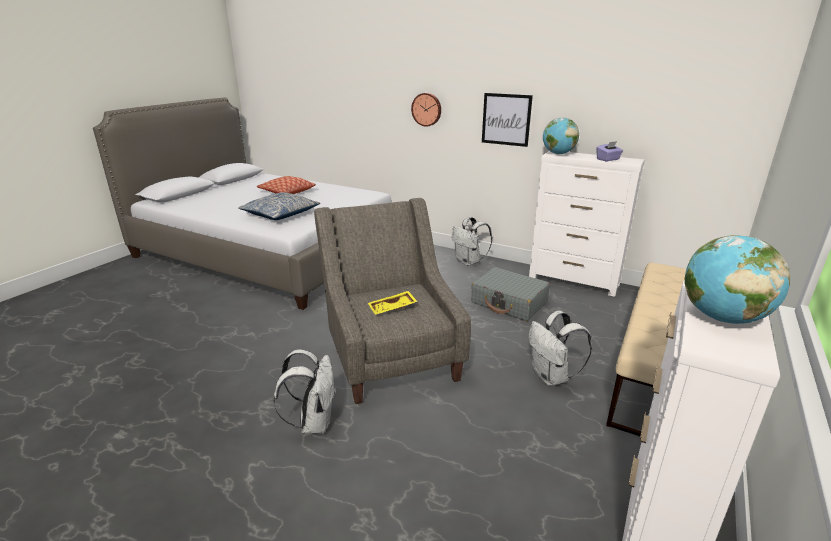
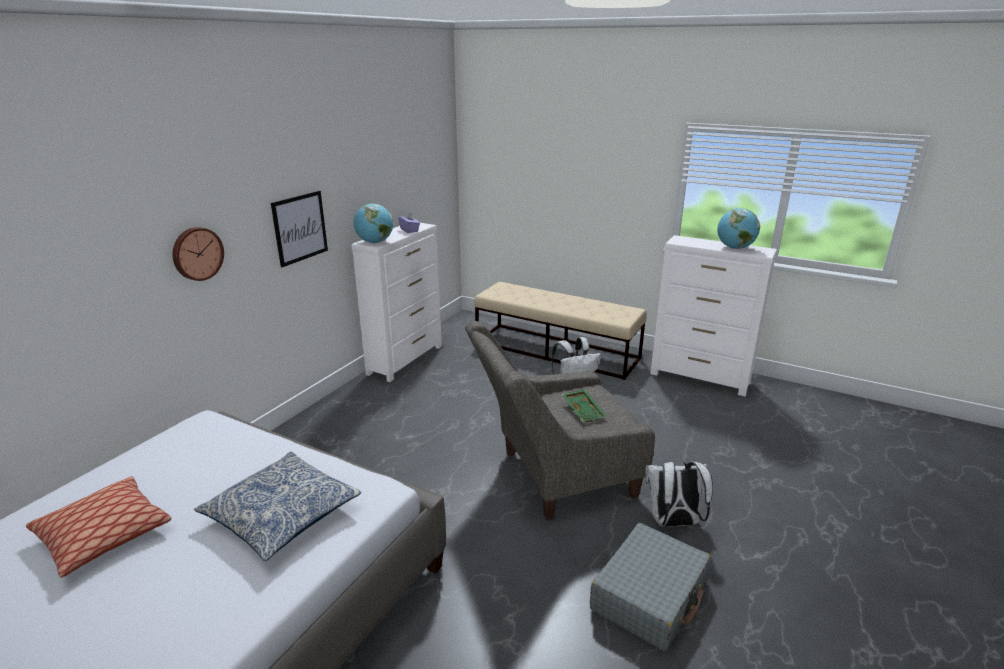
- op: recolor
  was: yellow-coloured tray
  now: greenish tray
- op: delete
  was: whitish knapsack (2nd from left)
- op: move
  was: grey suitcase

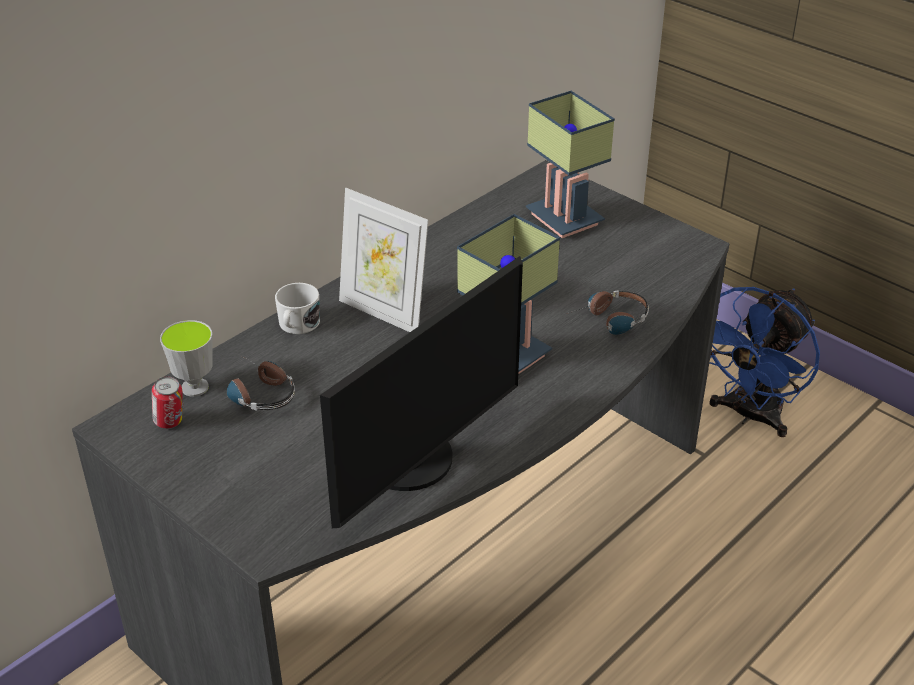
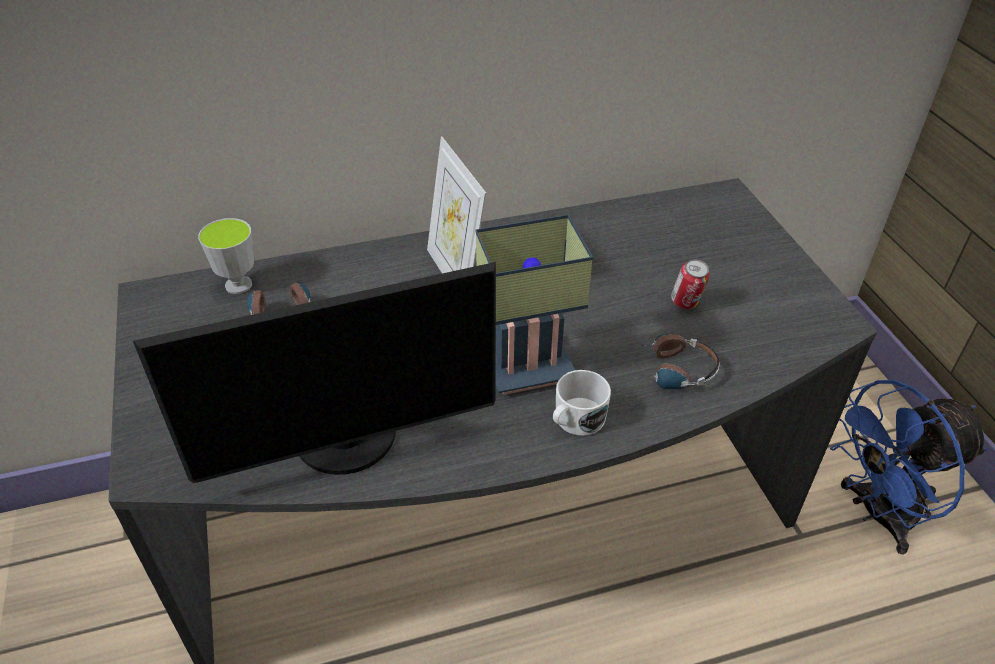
- op: move
  was: can
- op: move
  was: whitish mug
- op: delete
  was: tabletop lamp (2nd from left)

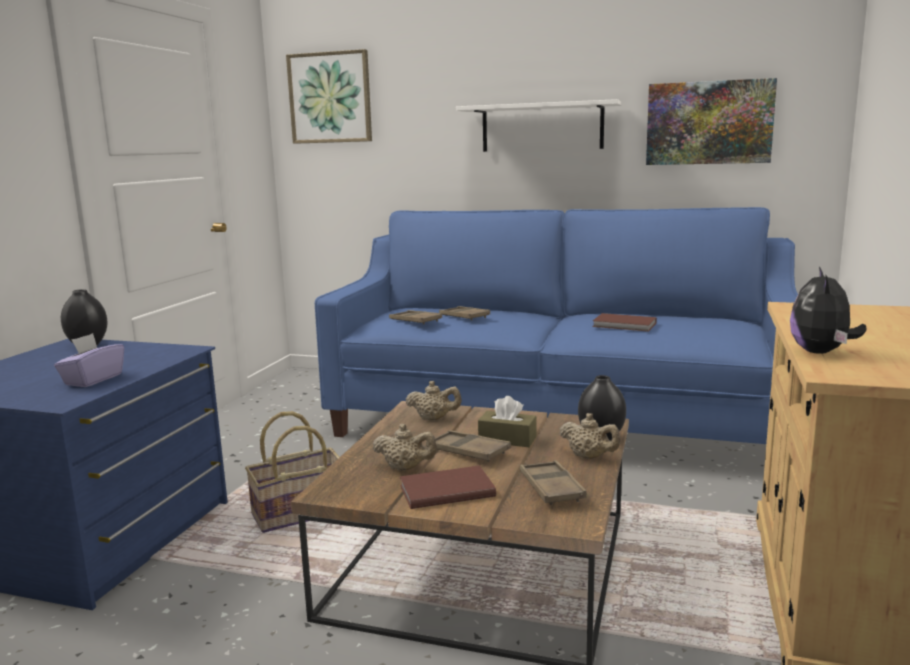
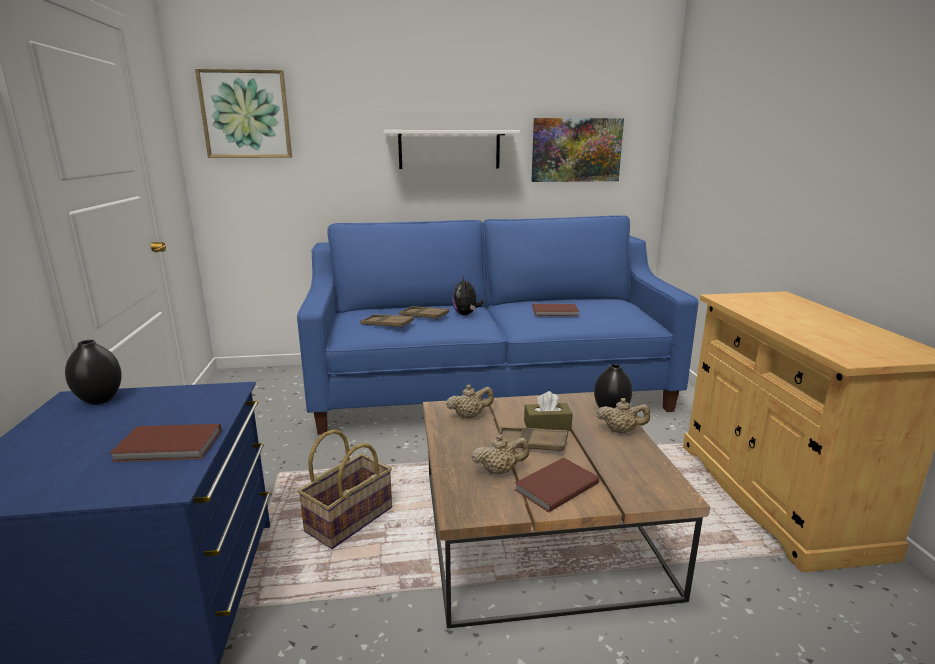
- op: replace
  was: purple-coloured box of tissues
  now: brown book (1st from left)
- op: delete
  was: brown tray (4th from left)
- op: move
  was: soft toy

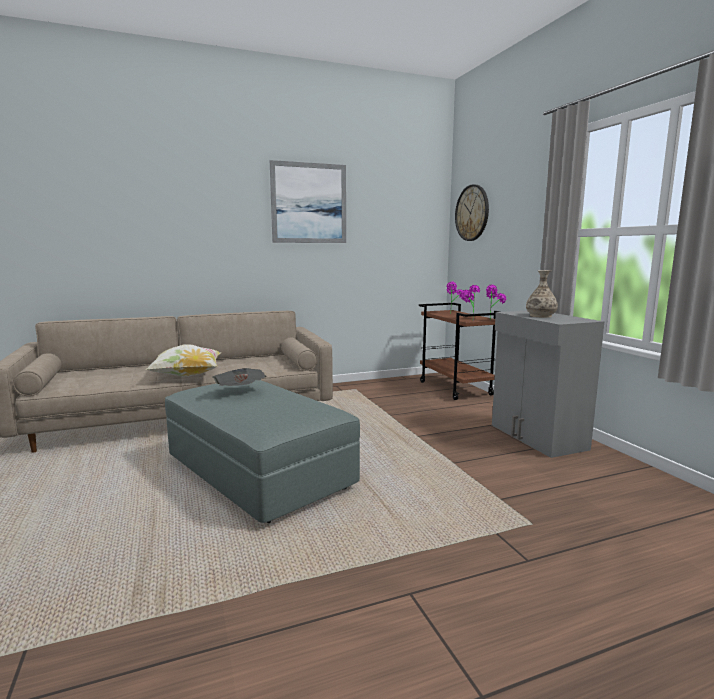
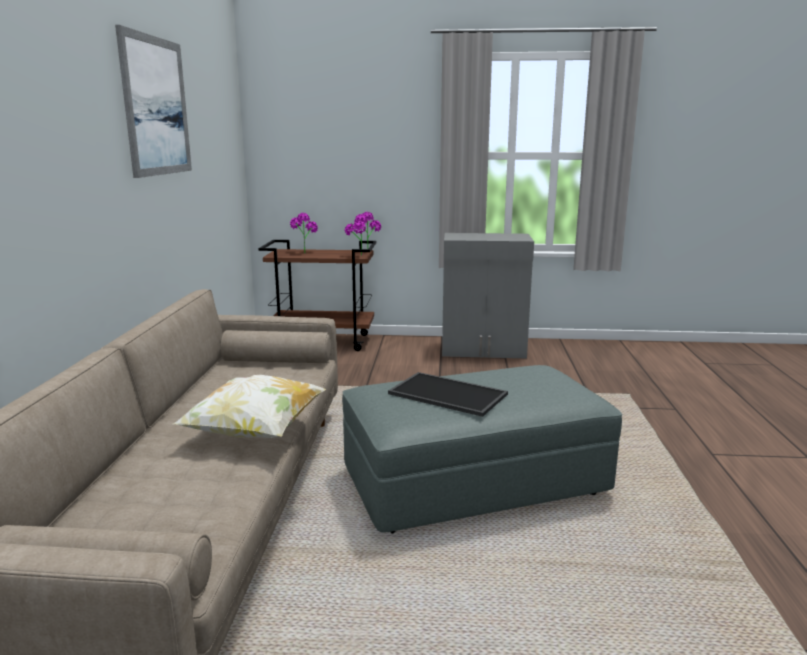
- op: replace
  was: daily paper
  now: tray
- op: delete
  was: clock on the wall
- op: delete
  was: vase

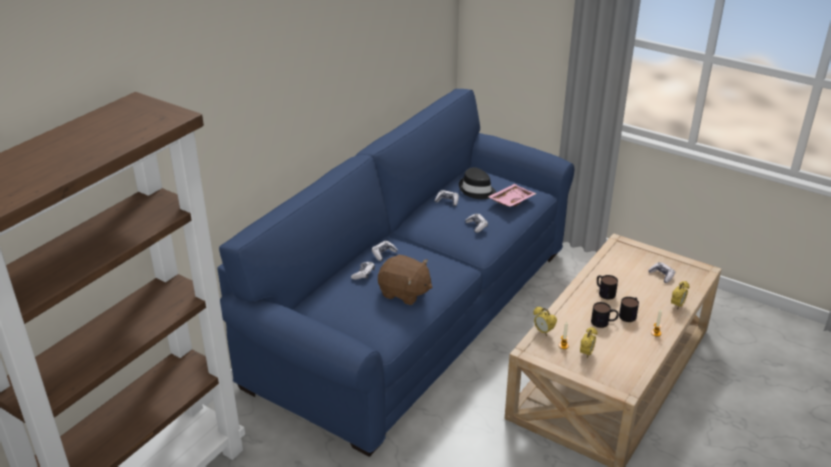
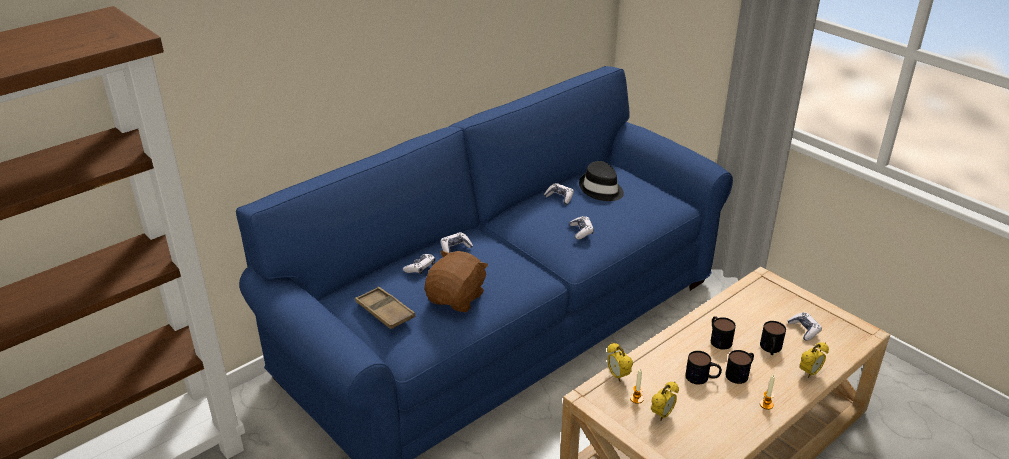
- op: rotate
  was: brown soft toy
  clockwise: -105
- op: delete
  was: pink-coloured tray
- op: insert
  now: brown tray
- op: insert
  now: mug (4th from left)

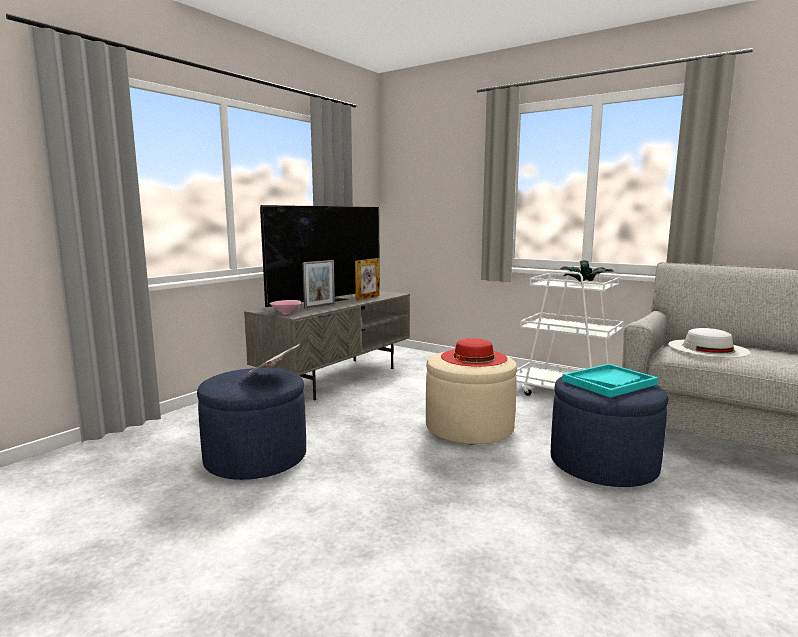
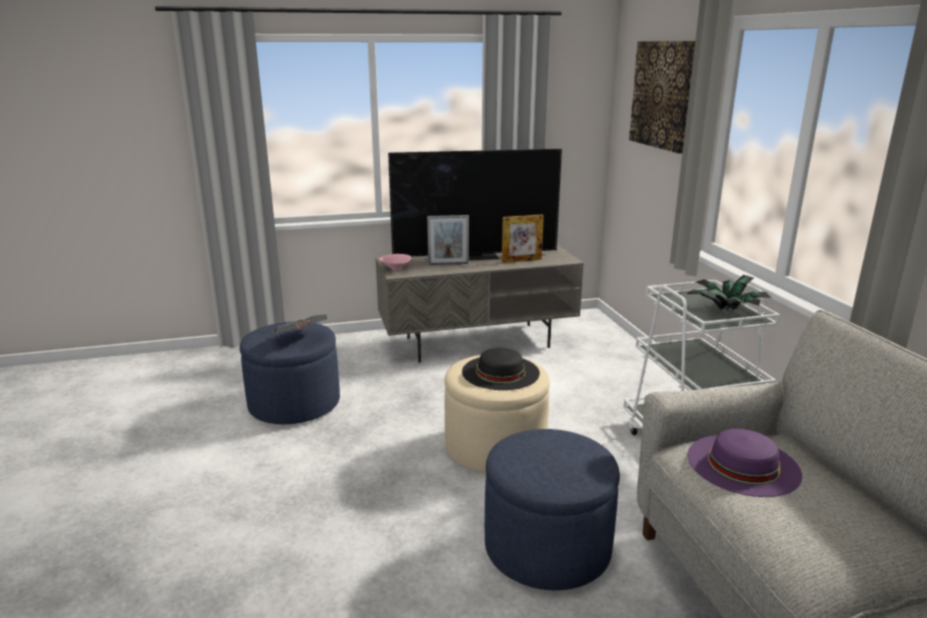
- op: recolor
  was: red-coloured clothing hat
  now: black-coloured clothing hat
- op: delete
  was: blue-green tray
- op: recolor
  was: whitish clothing hat
  now: purple-coloured clothing hat
- op: insert
  now: wall art

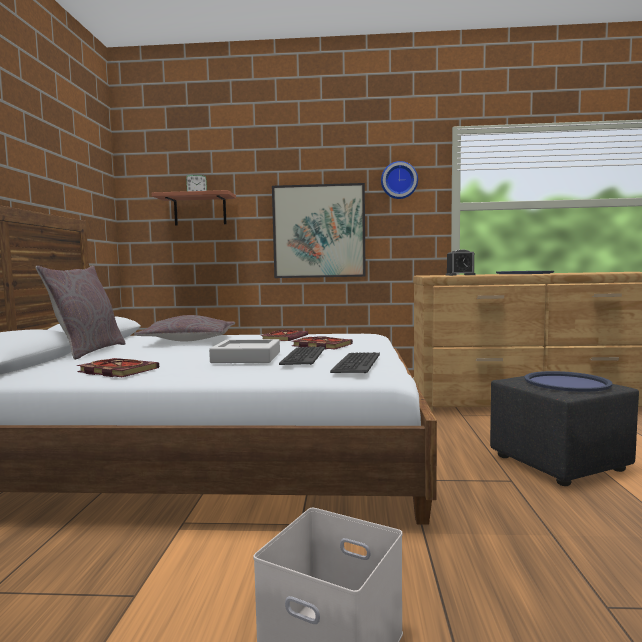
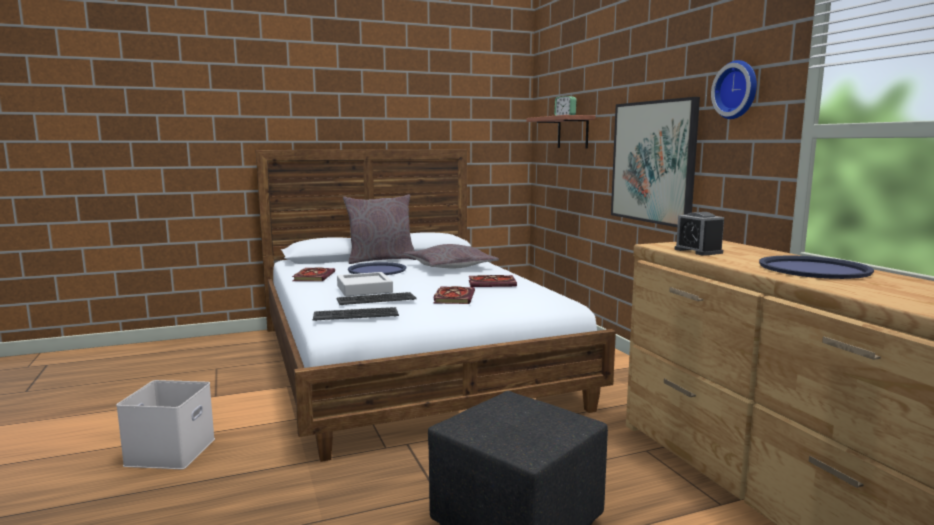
- op: move
  was: blue tray (2nd from left in the first image)
  now: blue tray (1st from left)

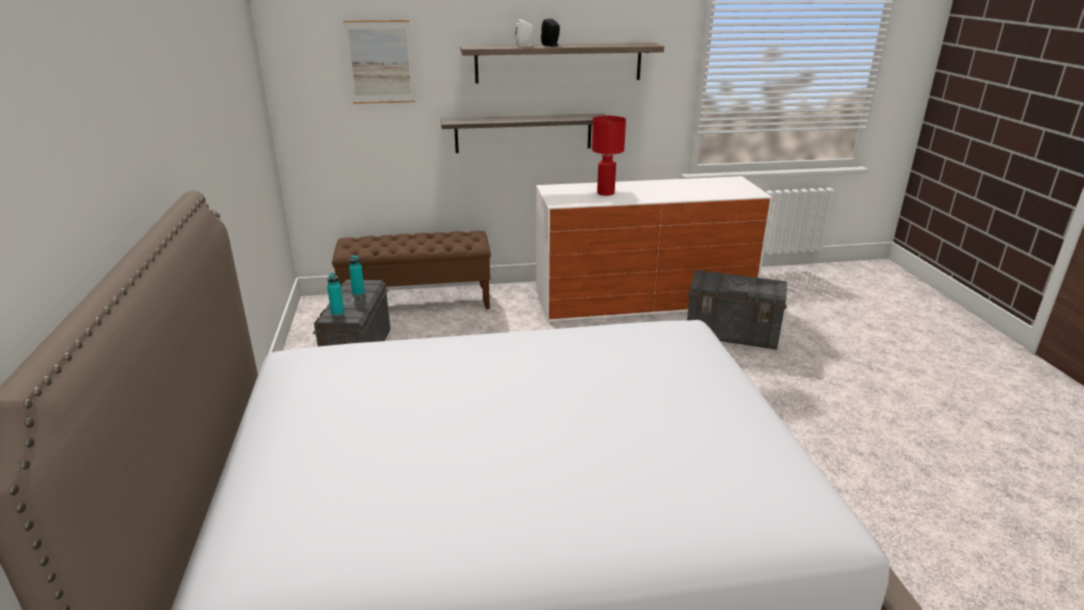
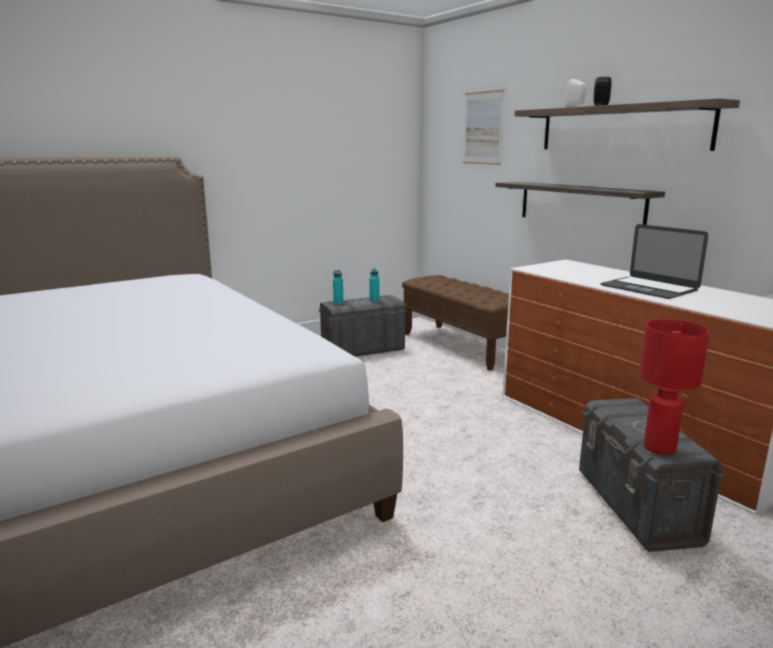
- op: move
  was: red-coloured tabletop lamp
- op: insert
  now: notebook computer

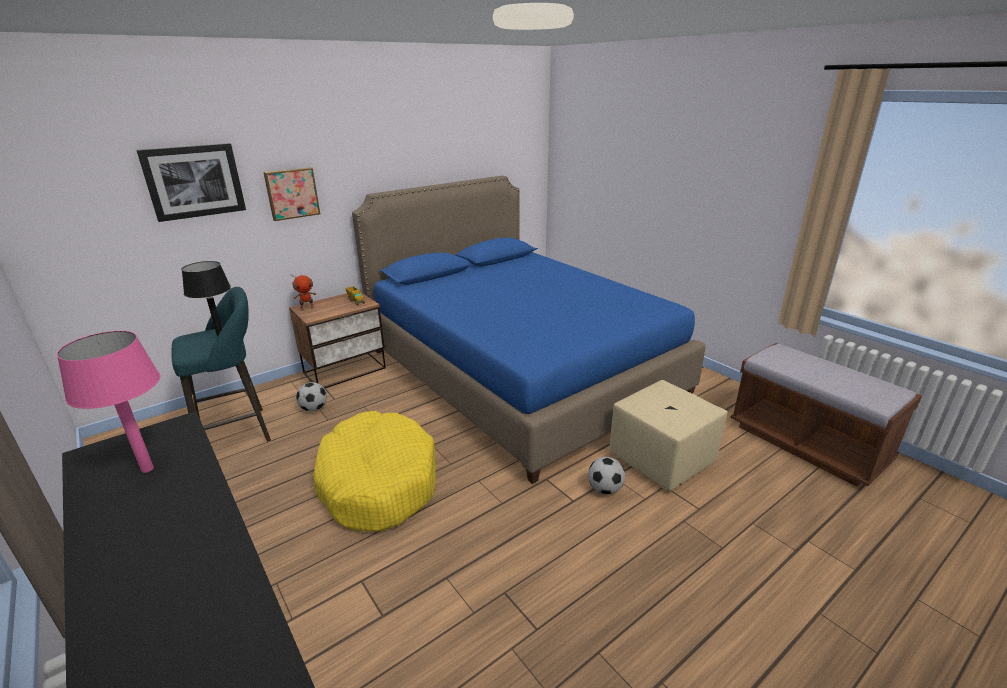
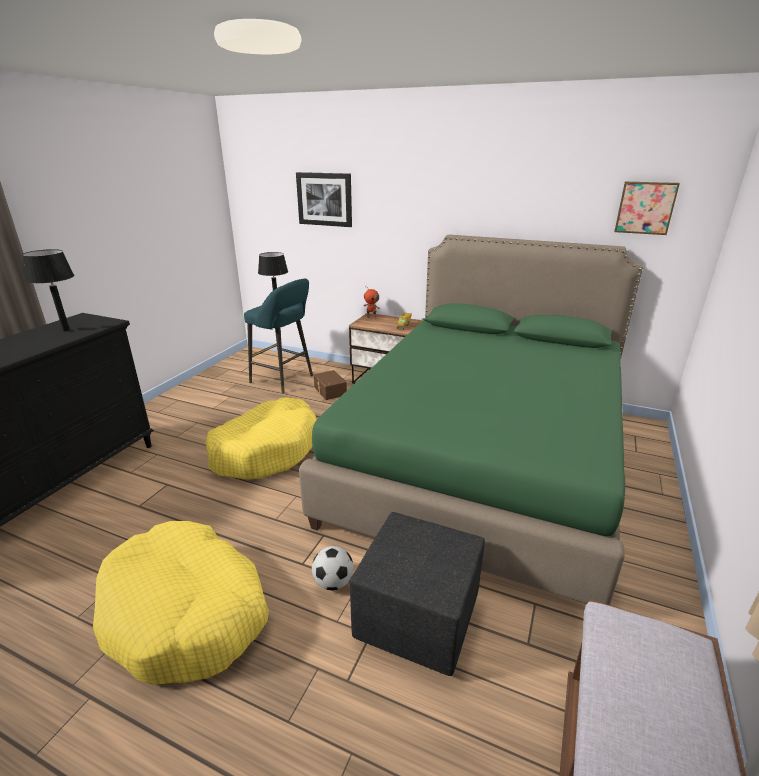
- op: recolor
  was: pink-coloured tabletop lamp
  now: black-coloured tabletop lamp (1st from left)
- op: move
  was: wall art (2nd from left)
- op: replace
  was: football ball (1st from left)
  now: brown storage box
- op: recolor
  was: blue bedroom bed
  now: greenish bedroom bed
- op: recolor
  was: beige ottoman
  now: black-coloured ottoman
- op: insert
  now: yellow-coloured dog bed (1st from left)

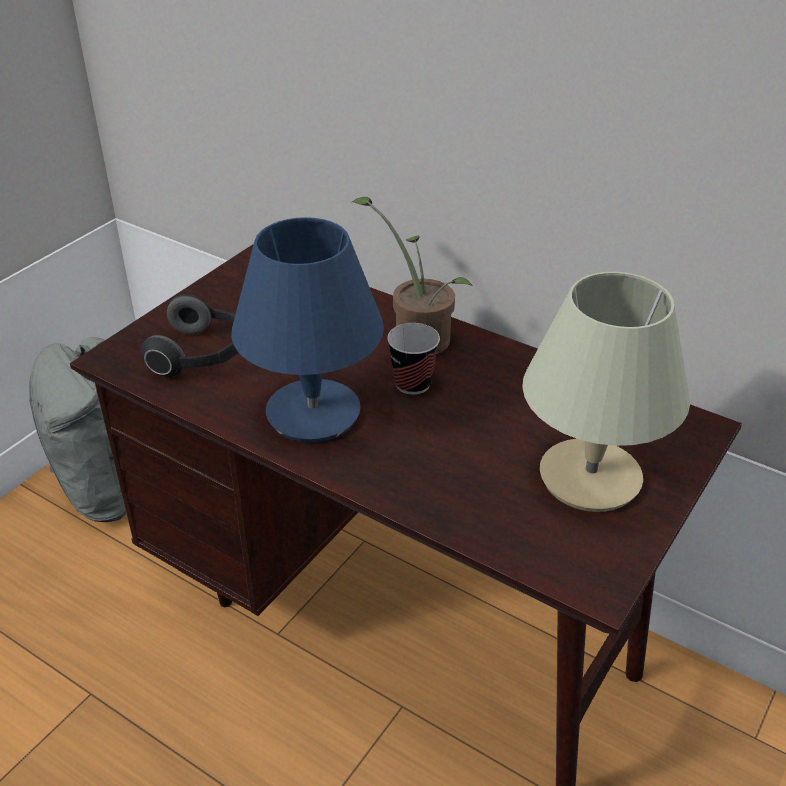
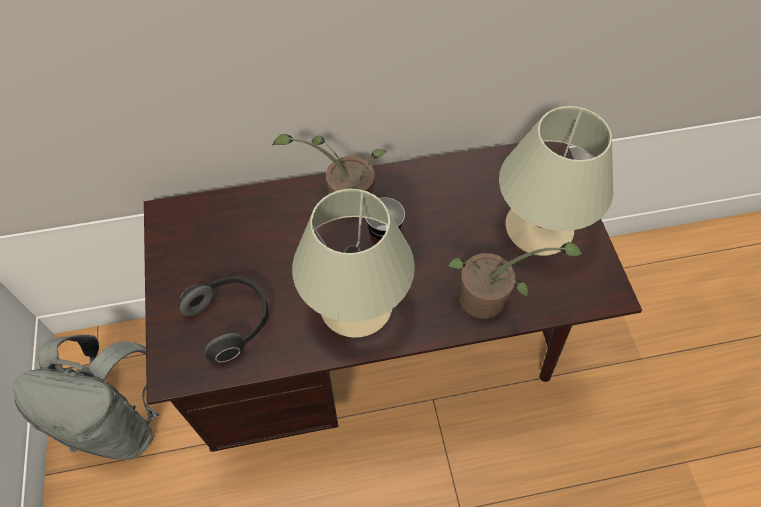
- op: recolor
  was: blue tabletop lamp
  now: beige tabletop lamp (1st from left)
- op: insert
  now: houseplant (2nd from left)

